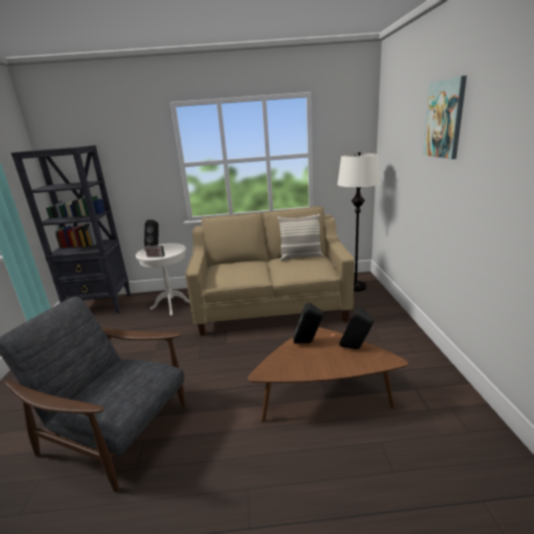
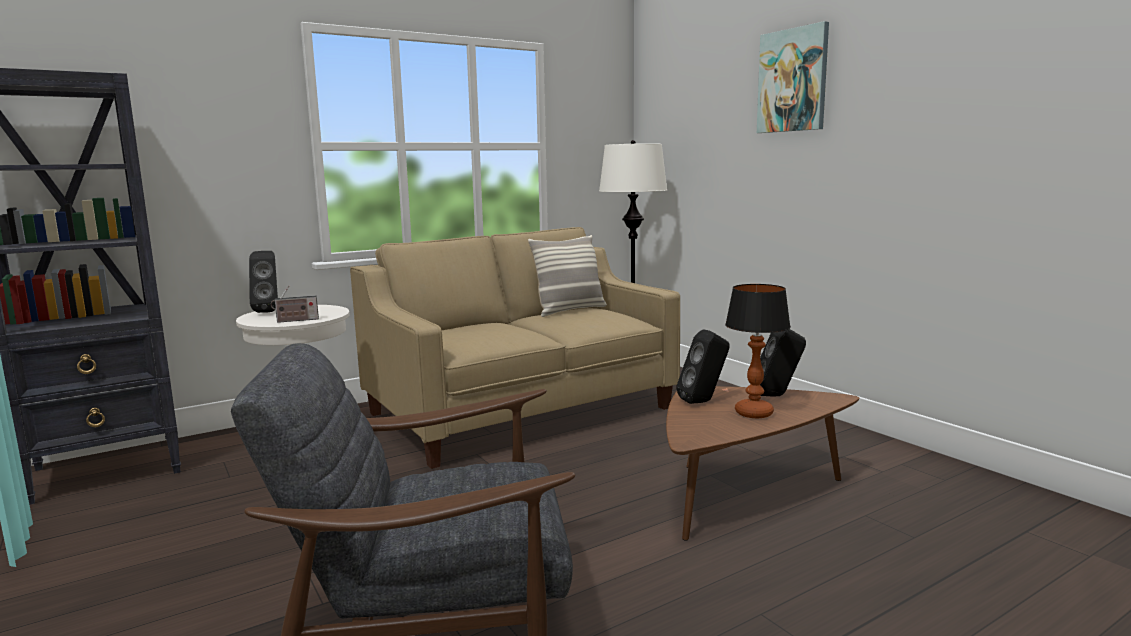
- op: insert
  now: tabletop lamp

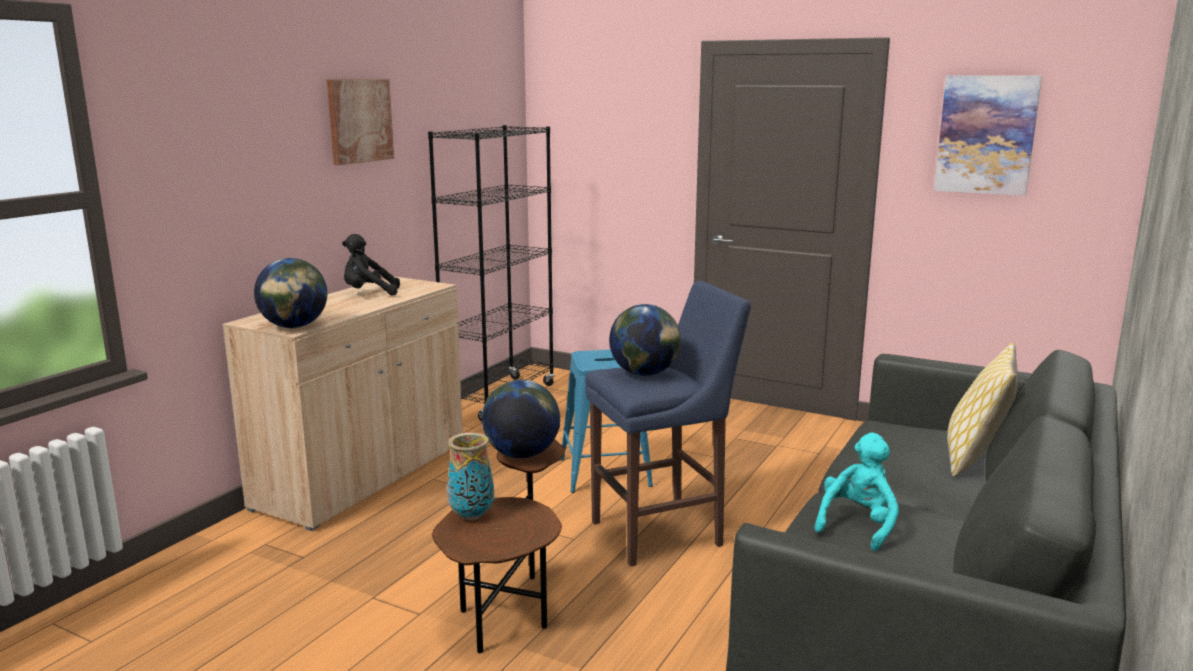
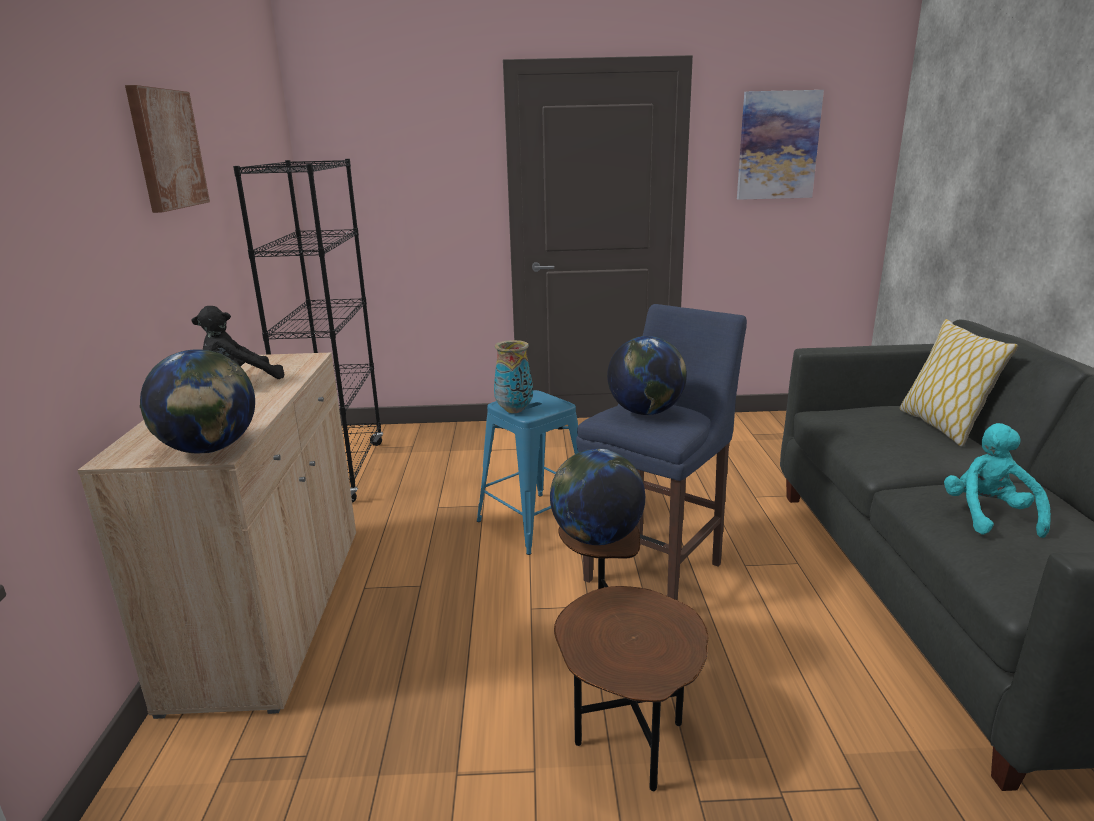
- op: move
  was: vase

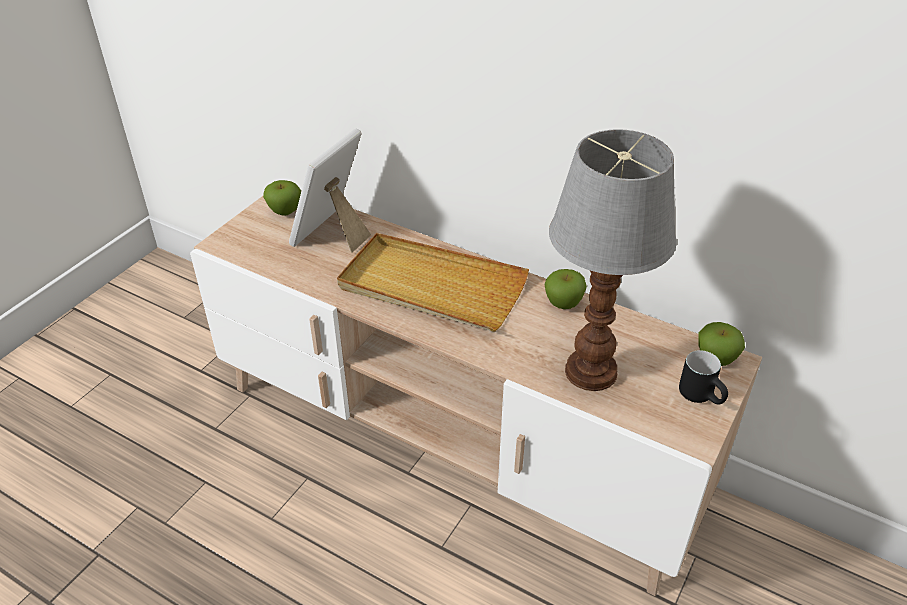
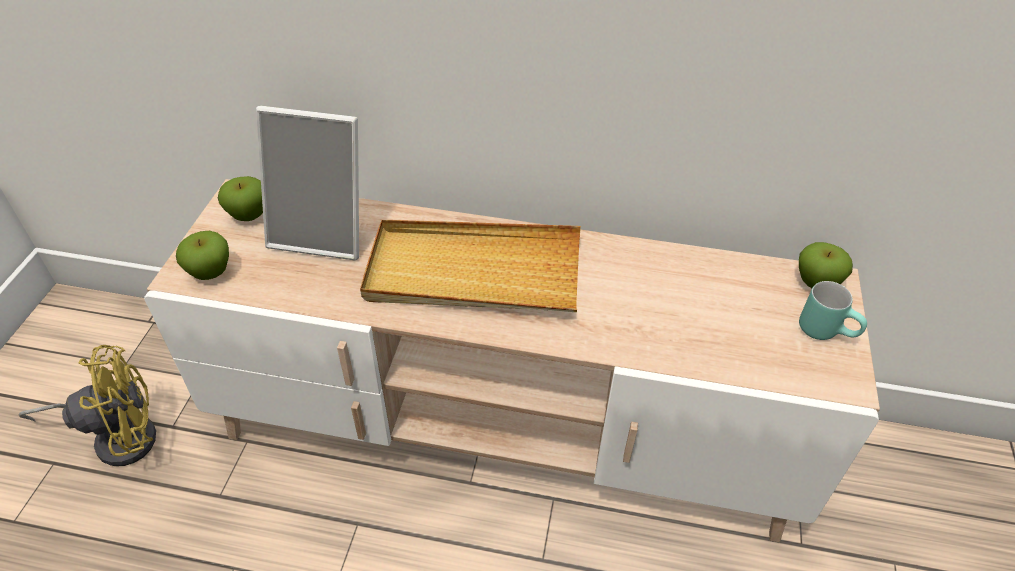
- op: rotate
  was: picture frame
  clockwise: -90
- op: move
  was: apple (2nd from left in the first image)
  now: apple (1st from left)
- op: delete
  was: tabletop lamp
- op: recolor
  was: black-coloured mug
  now: blue-green mug
- op: insert
  now: yellow-coloured fan

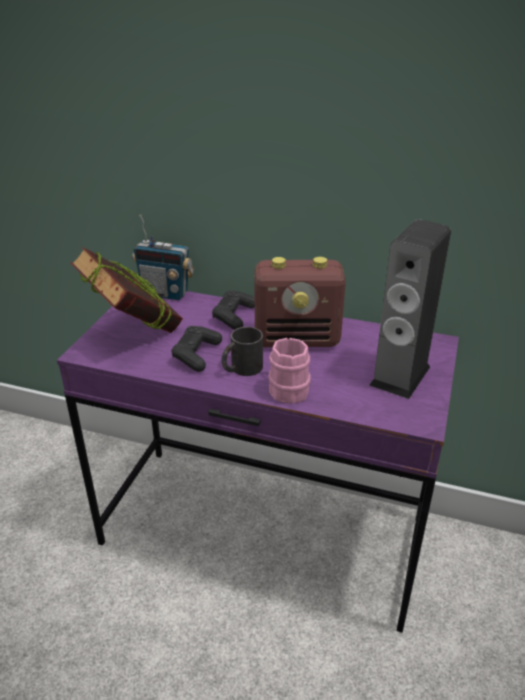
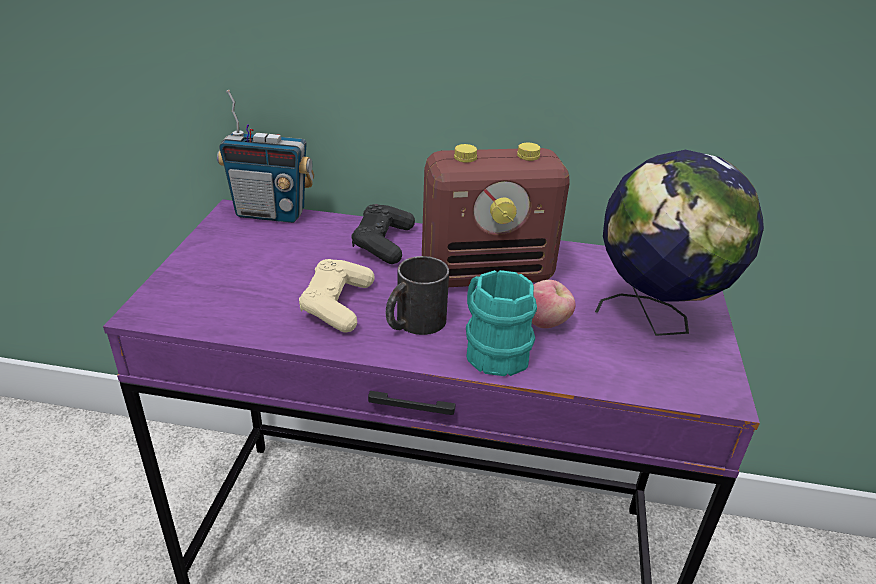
- op: delete
  was: book
- op: recolor
  was: black-coloured gamepad (1st from left)
  now: beige gamepad
- op: recolor
  was: pink-coloured mug
  now: blue-green mug
- op: replace
  was: audio speaker
  now: globe
- op: insert
  now: apple

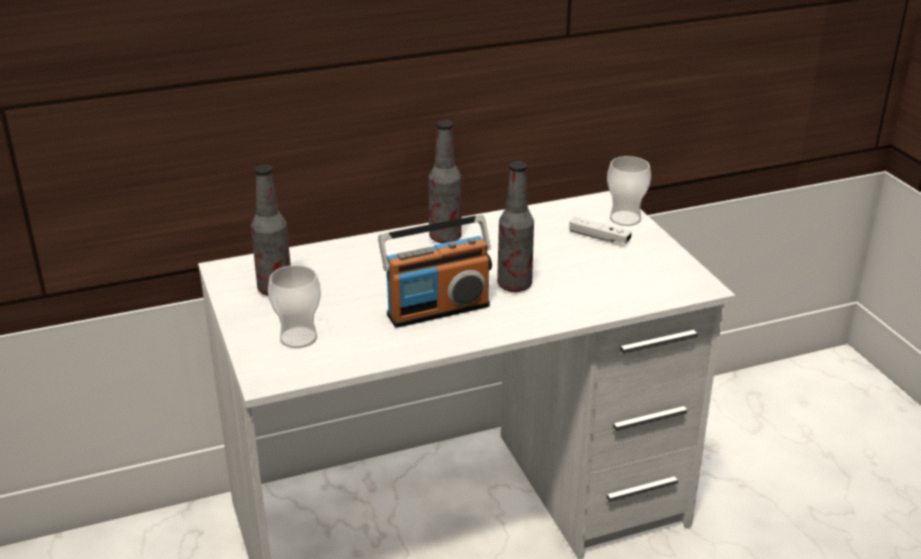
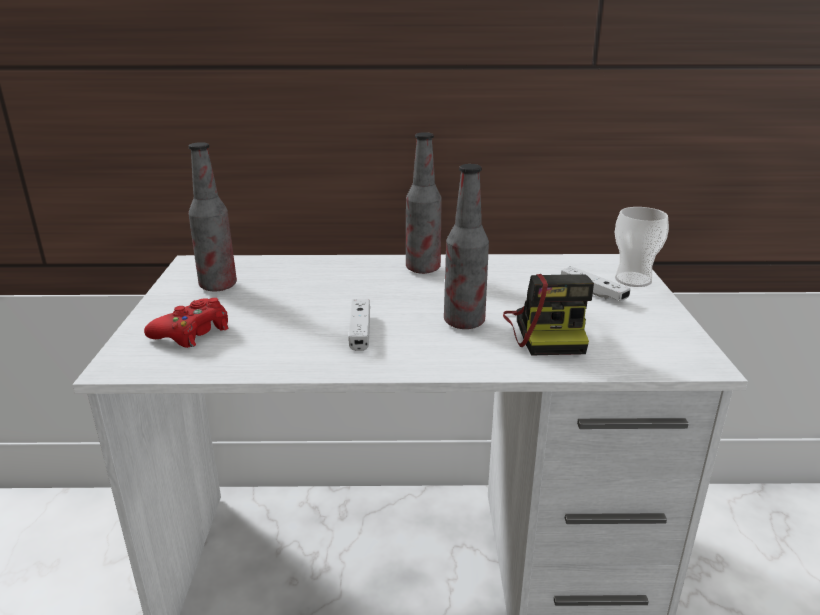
- op: replace
  was: small cup (1st from left)
  now: red-coloured gamepad
- op: replace
  was: radio
  now: whitish gamepad (1st from left)
- op: insert
  now: photo camera

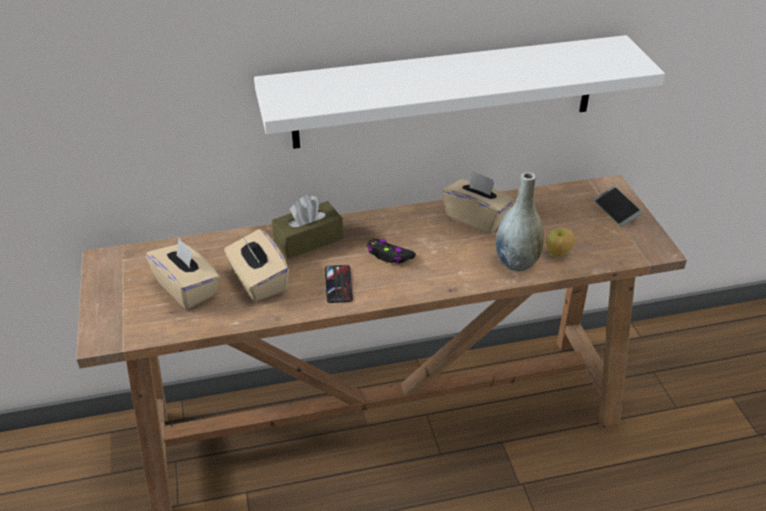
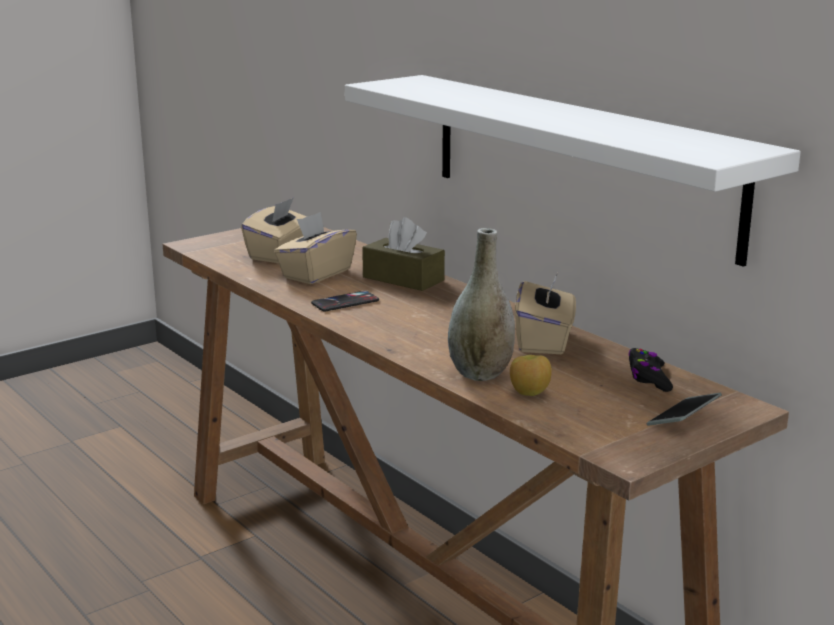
- op: move
  was: black-coloured gamepad

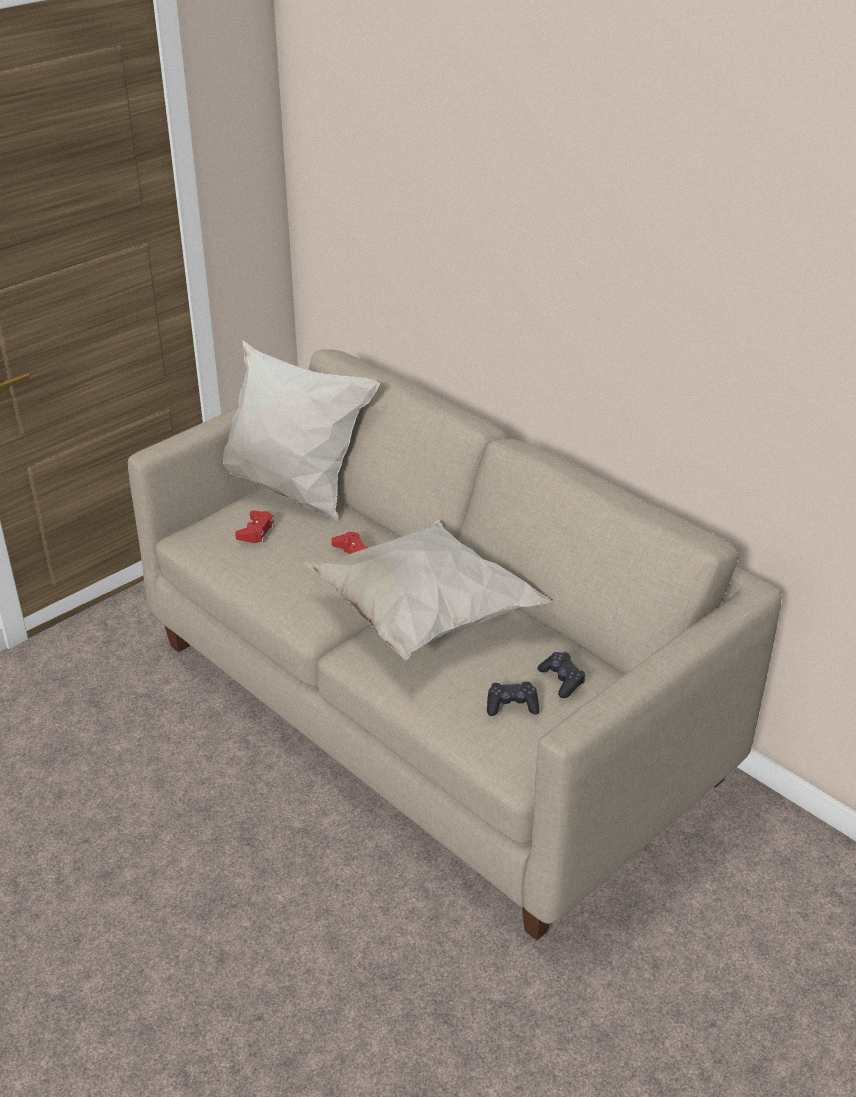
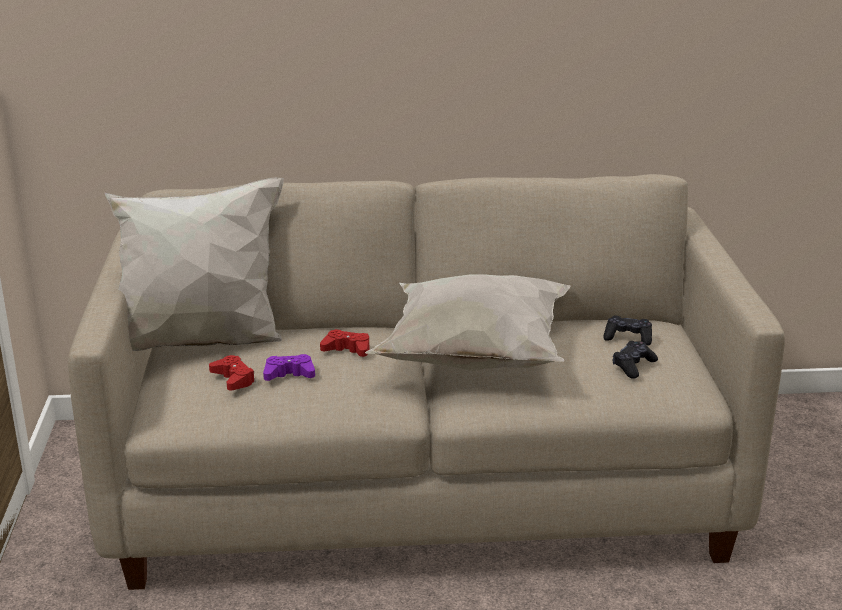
- op: insert
  now: purple-coloured gamepad

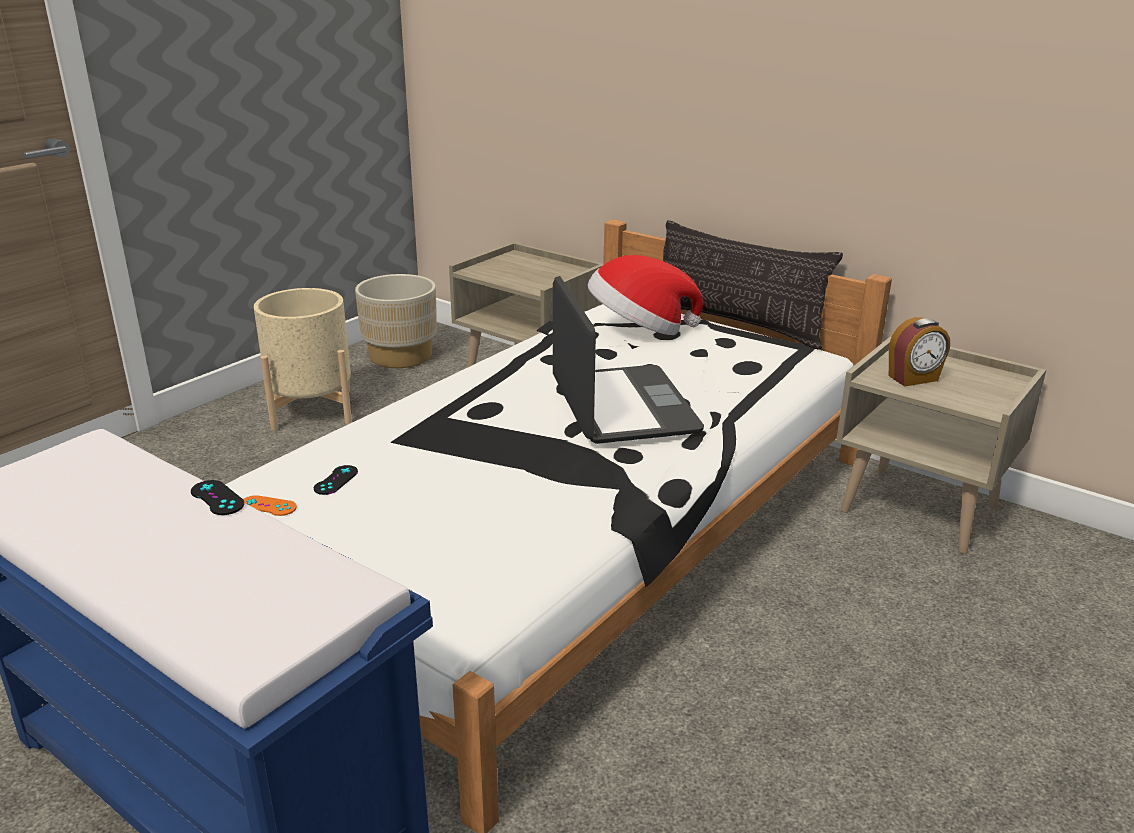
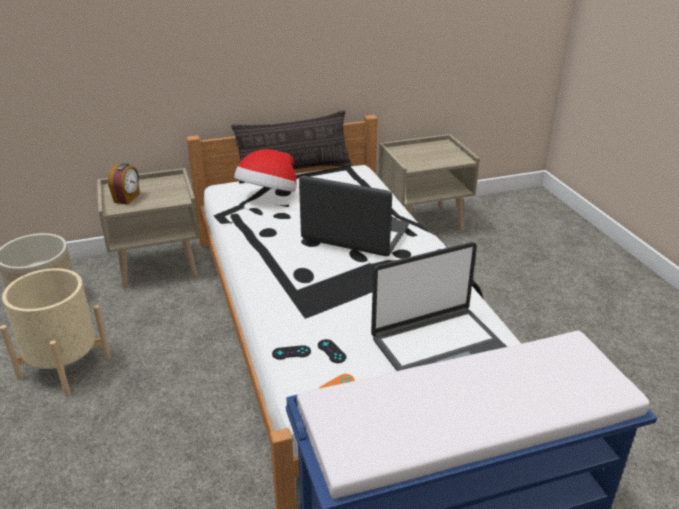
- op: move
  was: black-coloured gamepad (1st from left)
- op: move
  was: bedside clock
- op: insert
  now: notebook computer (2nd from left)

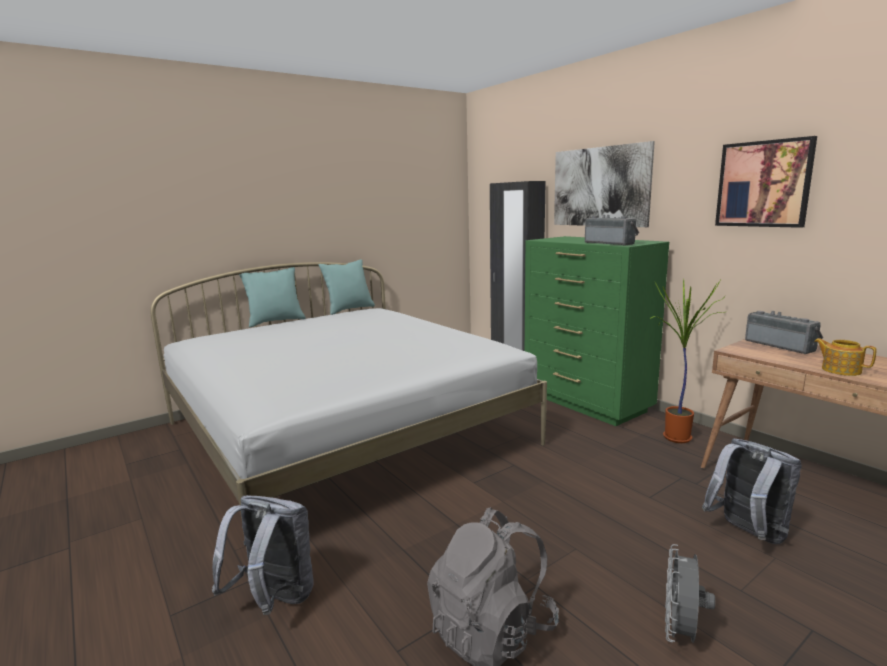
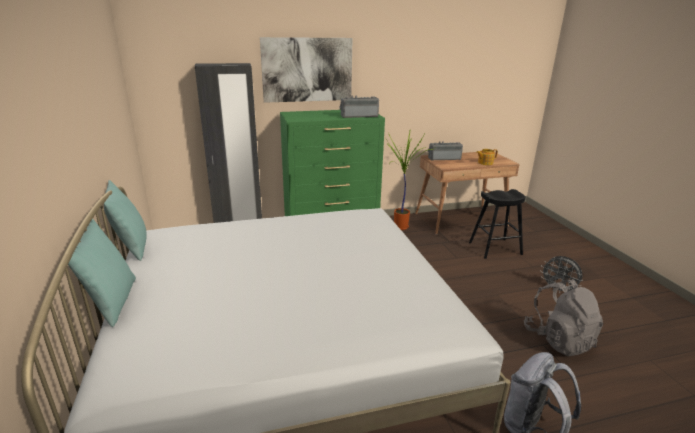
- op: replace
  was: grey knapsack (3rd from left)
  now: black-coloured stool
- op: delete
  was: wall art (2nd from left)

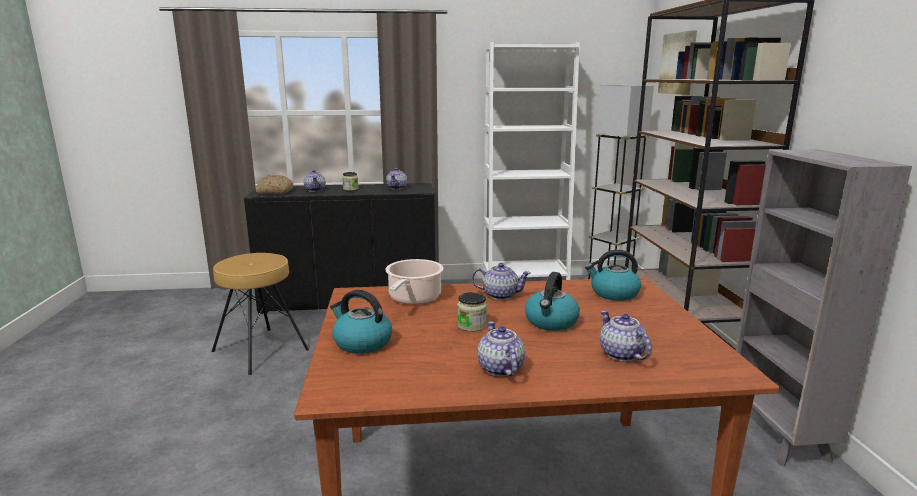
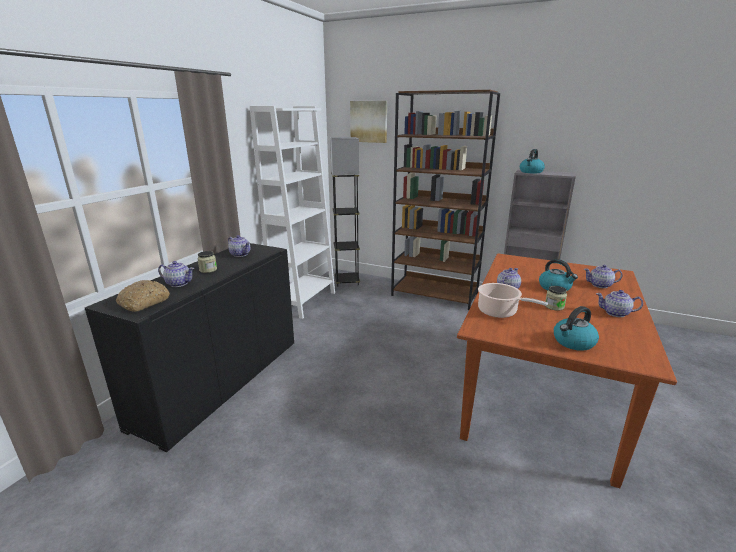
- op: delete
  was: brown stool
- op: move
  was: water kettle (3rd from left in the first image)
  now: water kettle (1st from left)

